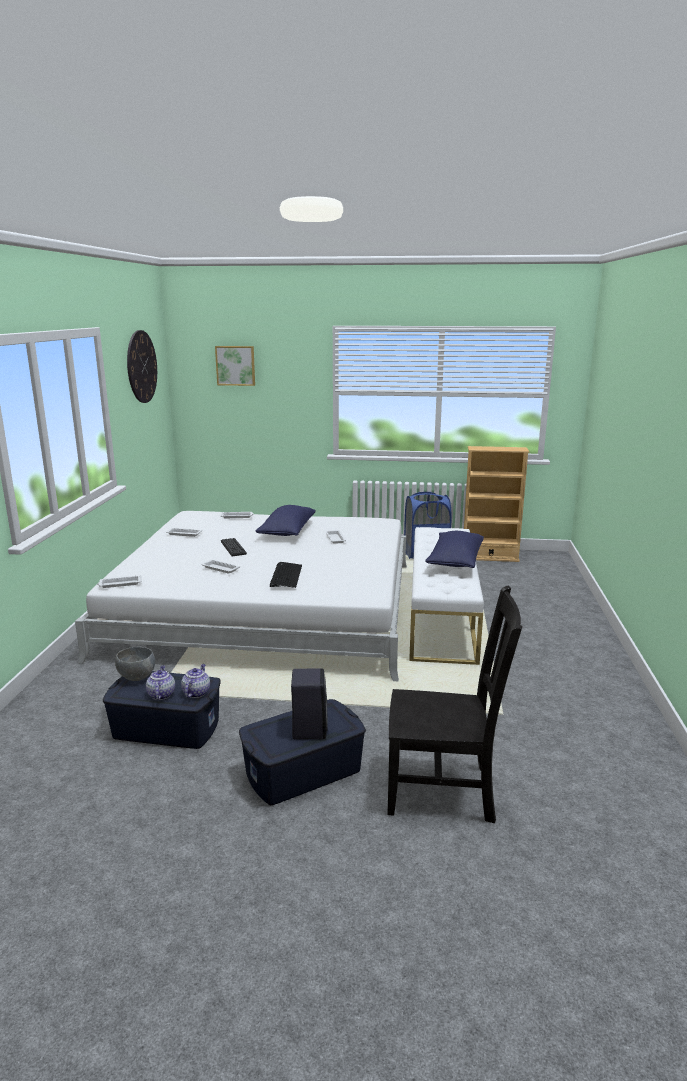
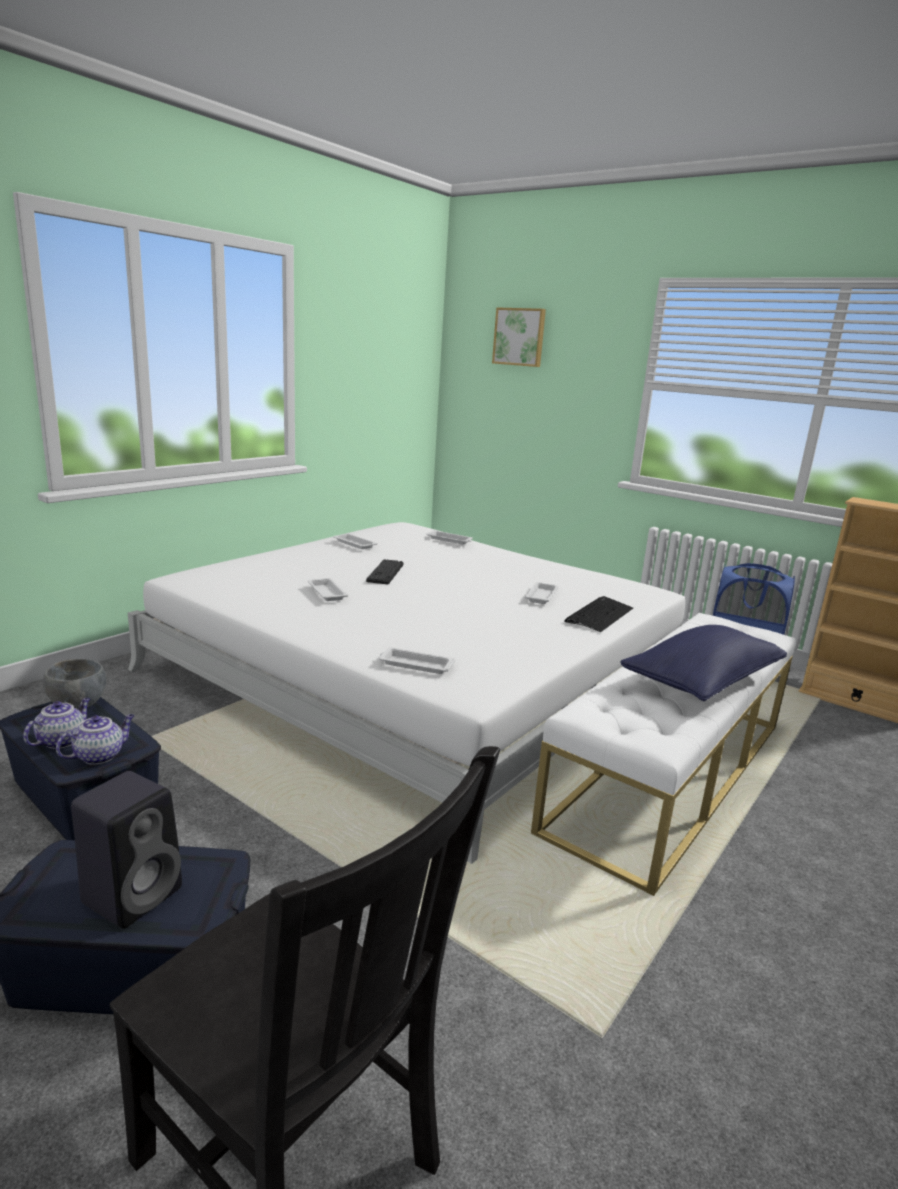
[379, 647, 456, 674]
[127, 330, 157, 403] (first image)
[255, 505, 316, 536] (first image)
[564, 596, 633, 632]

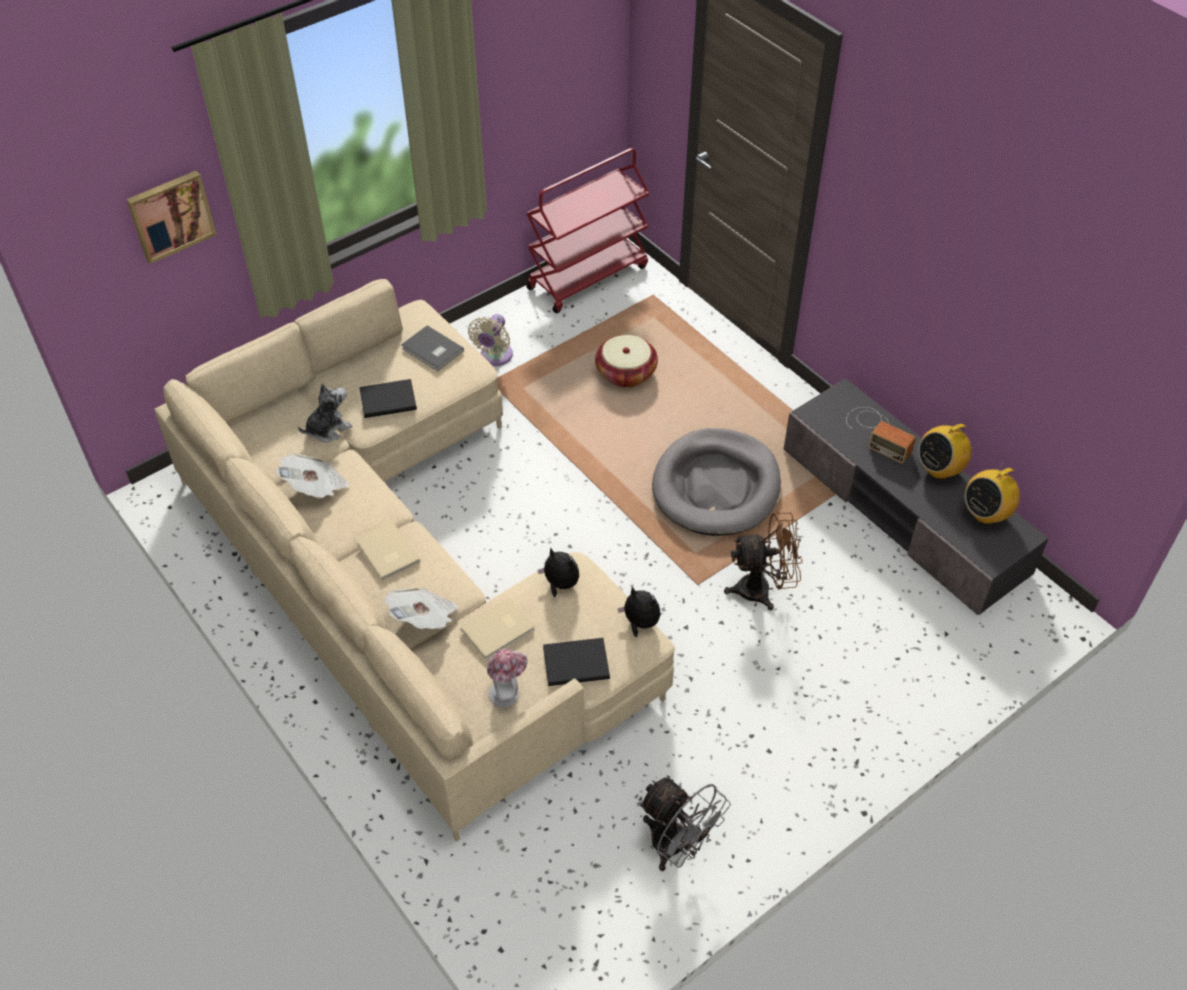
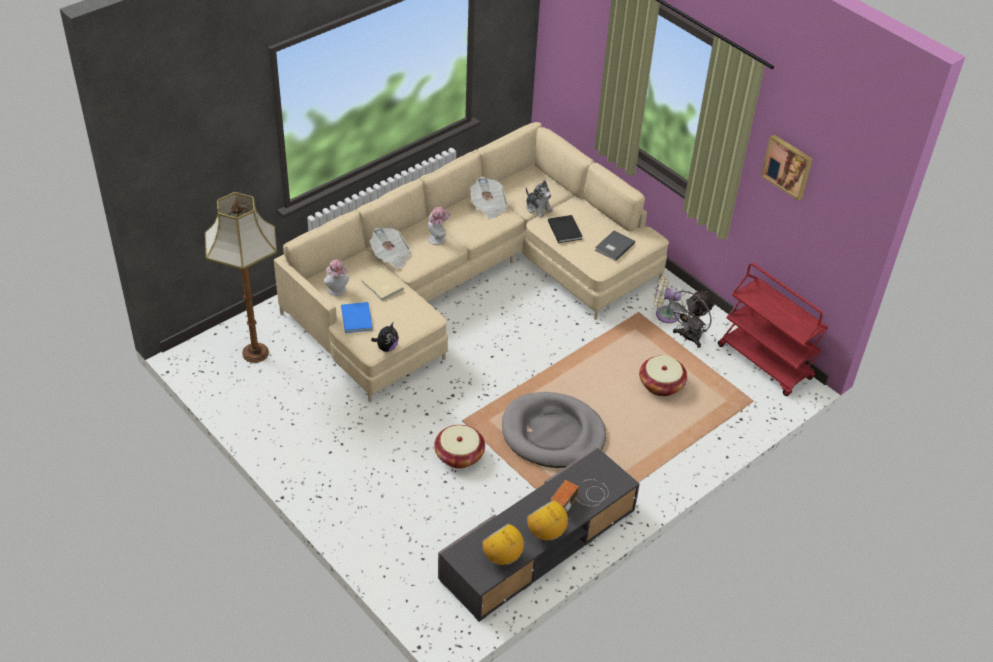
[761, 135, 813, 201]
[428, 207, 450, 245]
[538, 547, 579, 597] (first image)
[341, 302, 373, 333]
[666, 290, 715, 348]
[434, 425, 485, 469]
[205, 192, 277, 363]

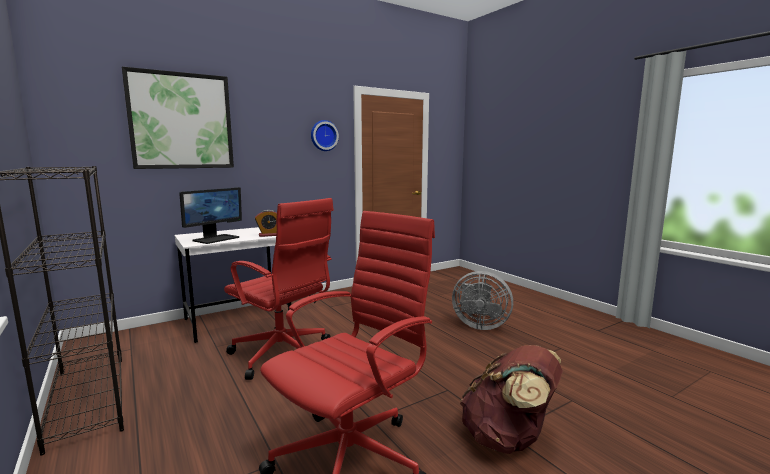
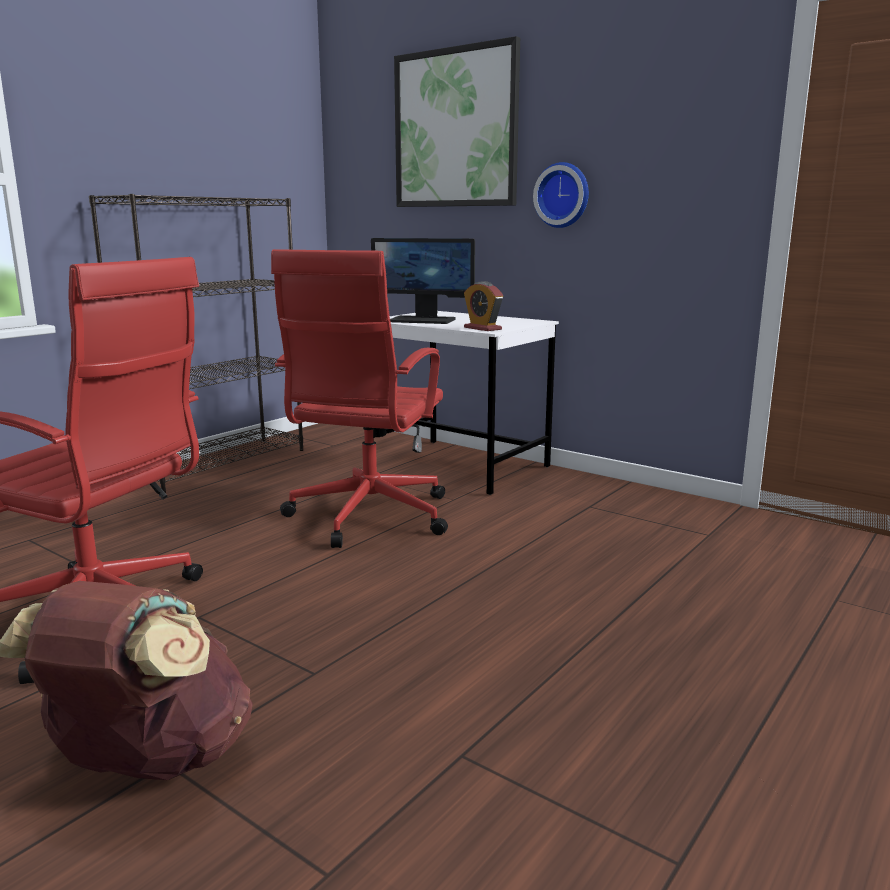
[533, 162, 589, 228]
[452, 271, 513, 330] (first image)

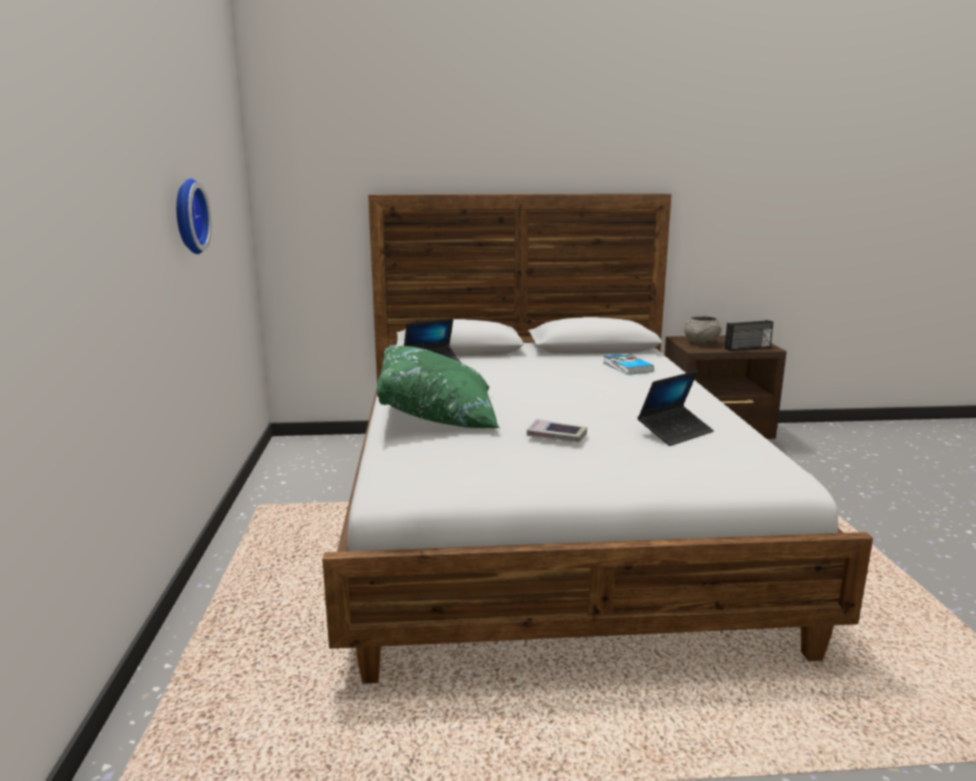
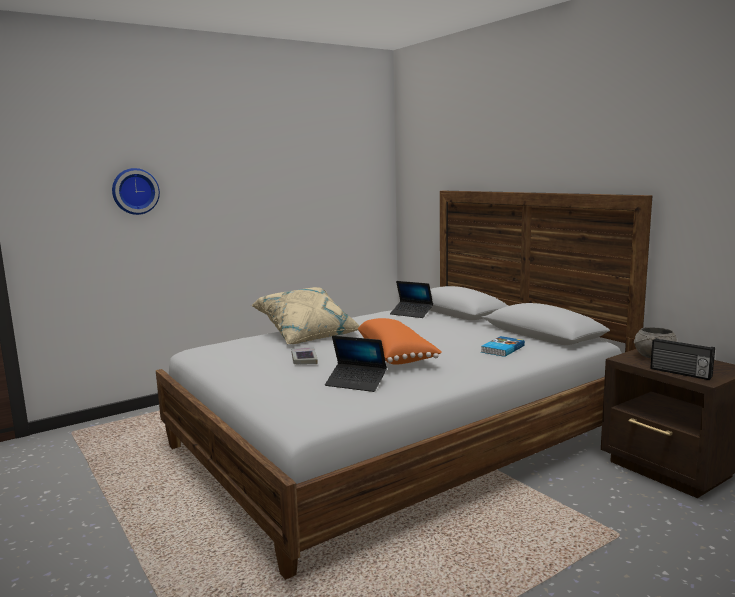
[112, 168, 160, 215]
[251, 287, 360, 344]
[358, 318, 442, 365]

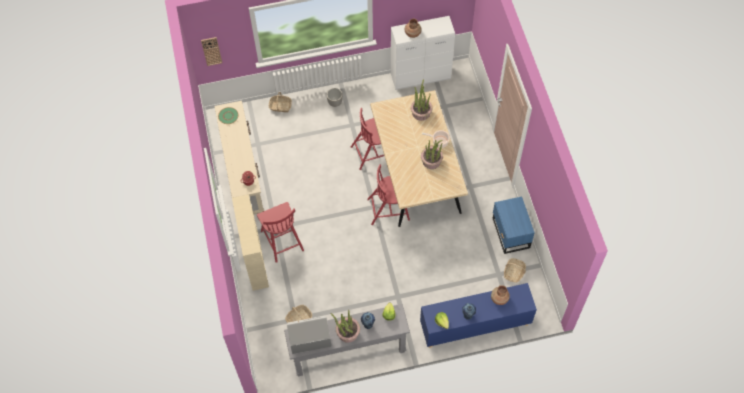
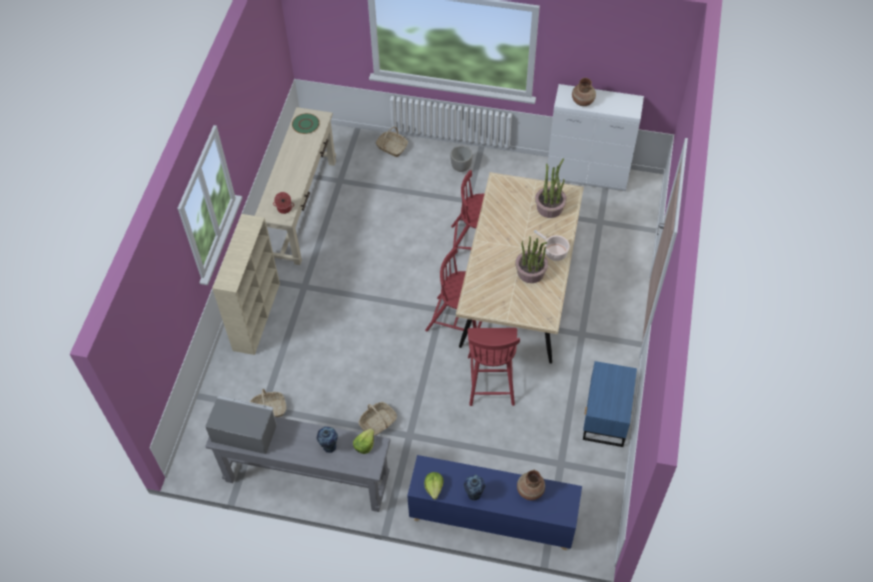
[201, 37, 222, 66] (first image)
[467, 328, 520, 406]
[331, 310, 360, 343] (first image)
[359, 402, 397, 436]

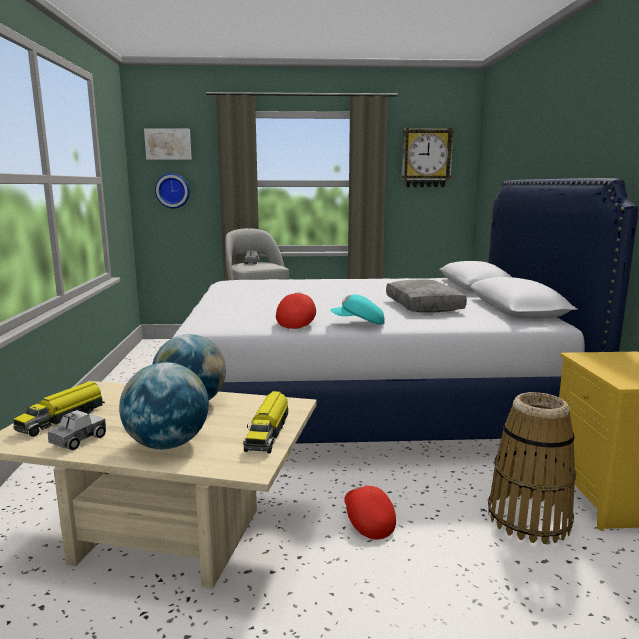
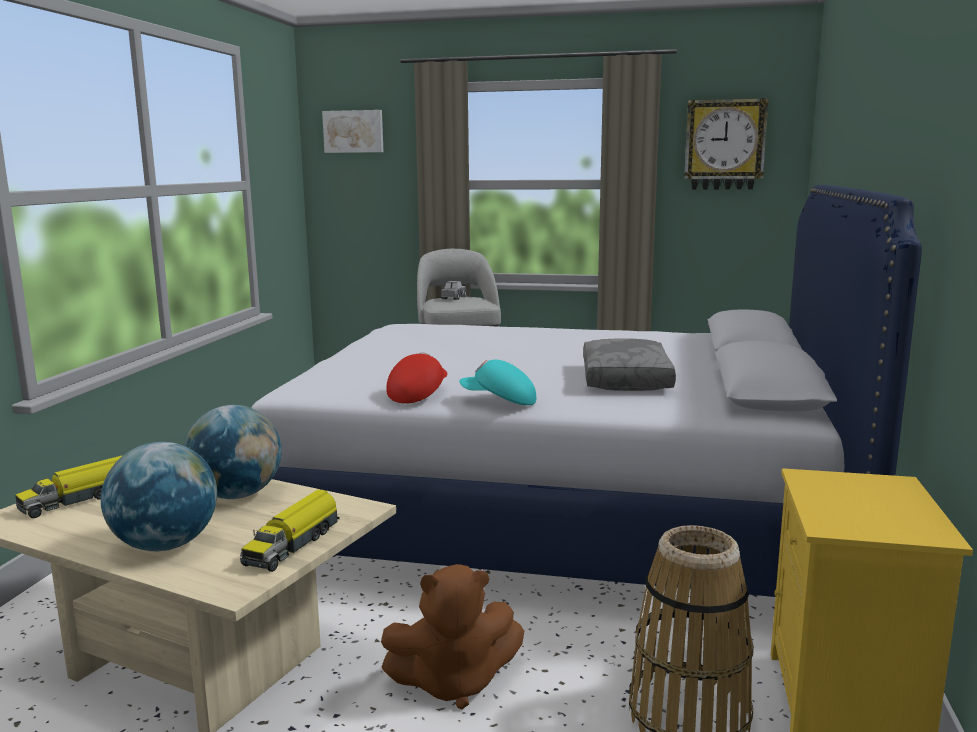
[48, 410, 106, 450] (first image)
[155, 173, 190, 208] (first image)
[381, 564, 524, 709]

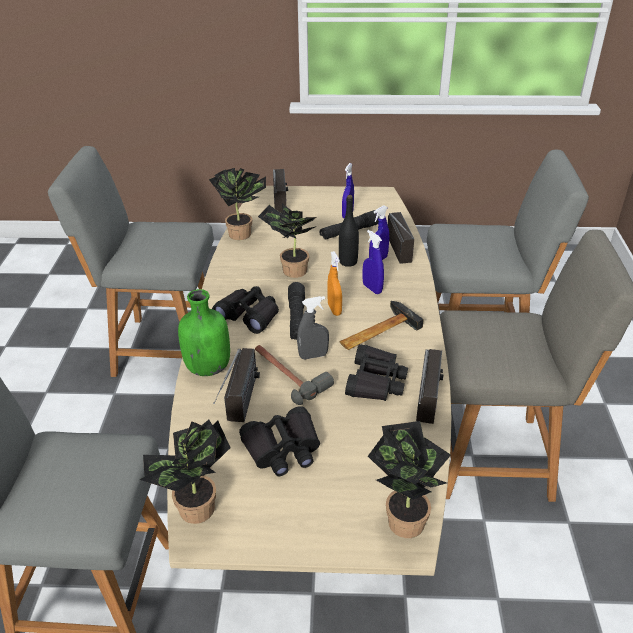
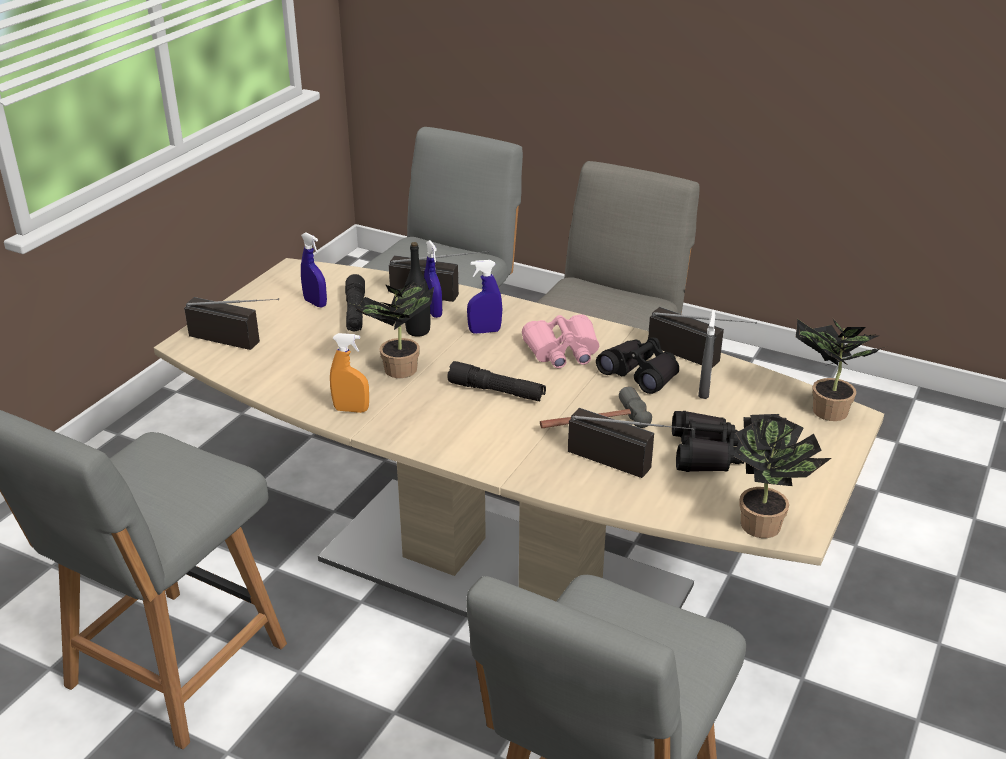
[178, 289, 230, 376] (first image)
[209, 168, 266, 240] (first image)
[212, 286, 279, 334] (first image)
[698, 310, 715, 399]
[330, 333, 369, 413]
[522, 314, 599, 368]

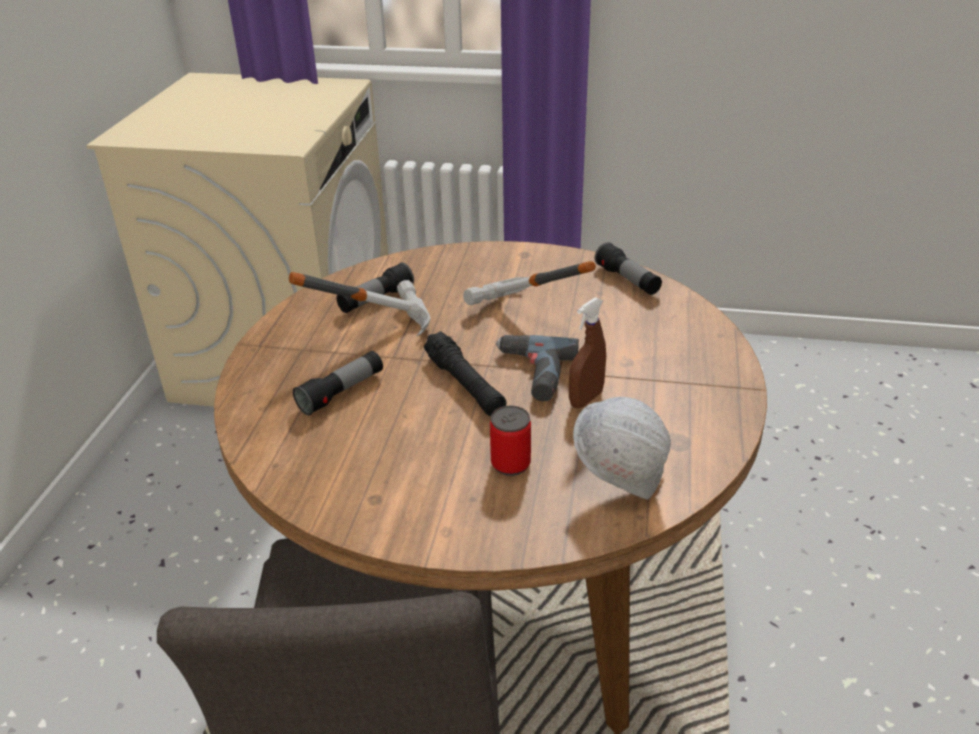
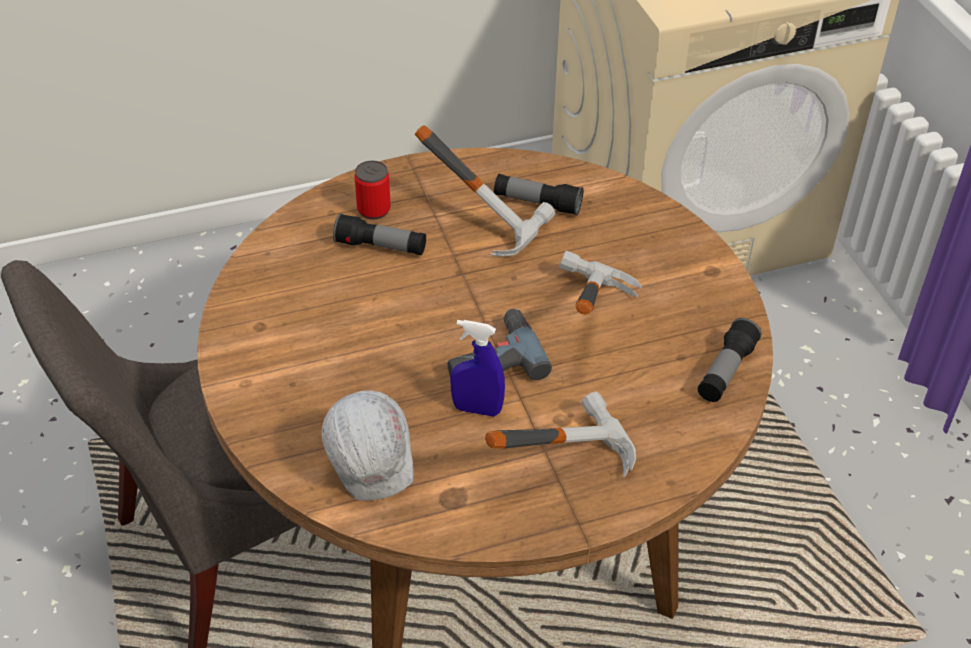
[424, 331, 506, 416] (first image)
[354, 161, 391, 220]
[450, 320, 505, 417]
[485, 391, 636, 477]

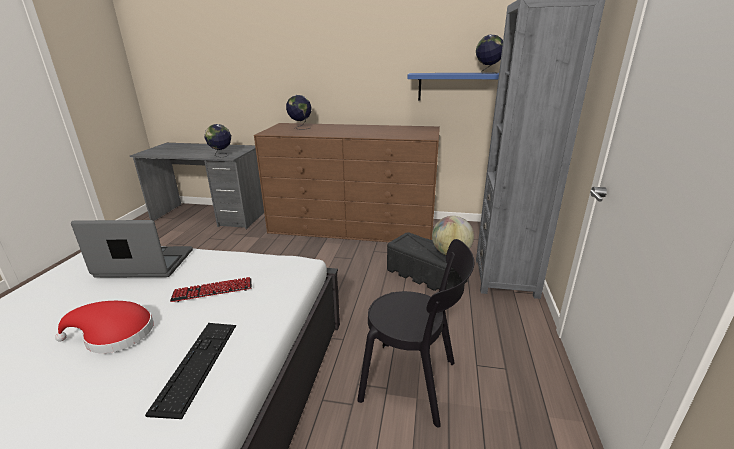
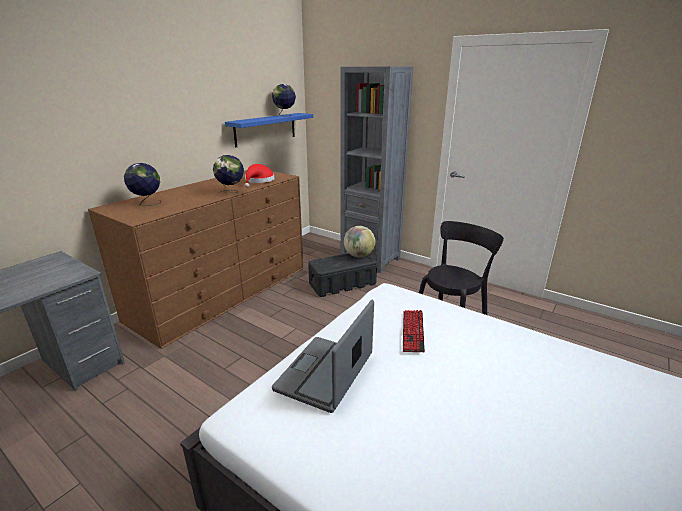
[245, 164, 274, 188]
[145, 323, 236, 419] (first image)
[213, 155, 244, 193]

